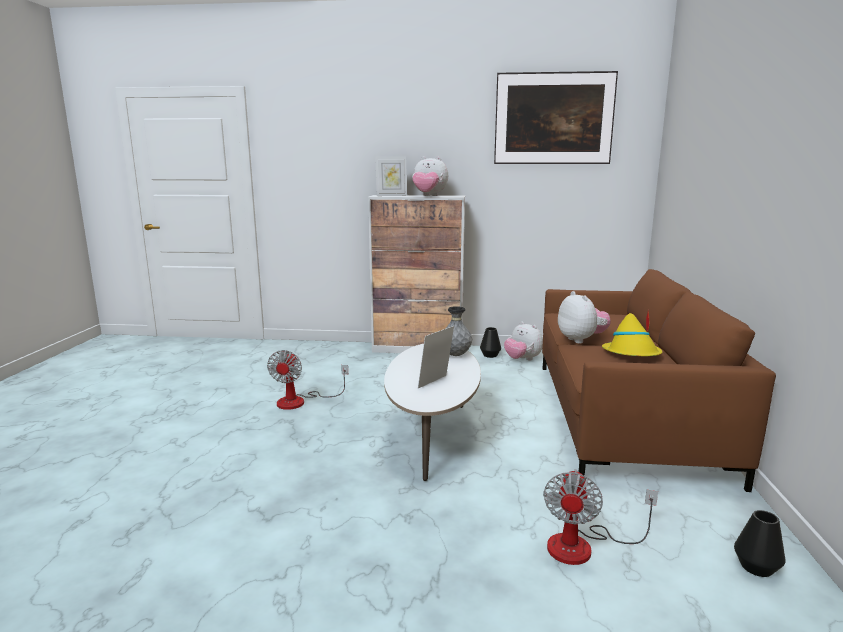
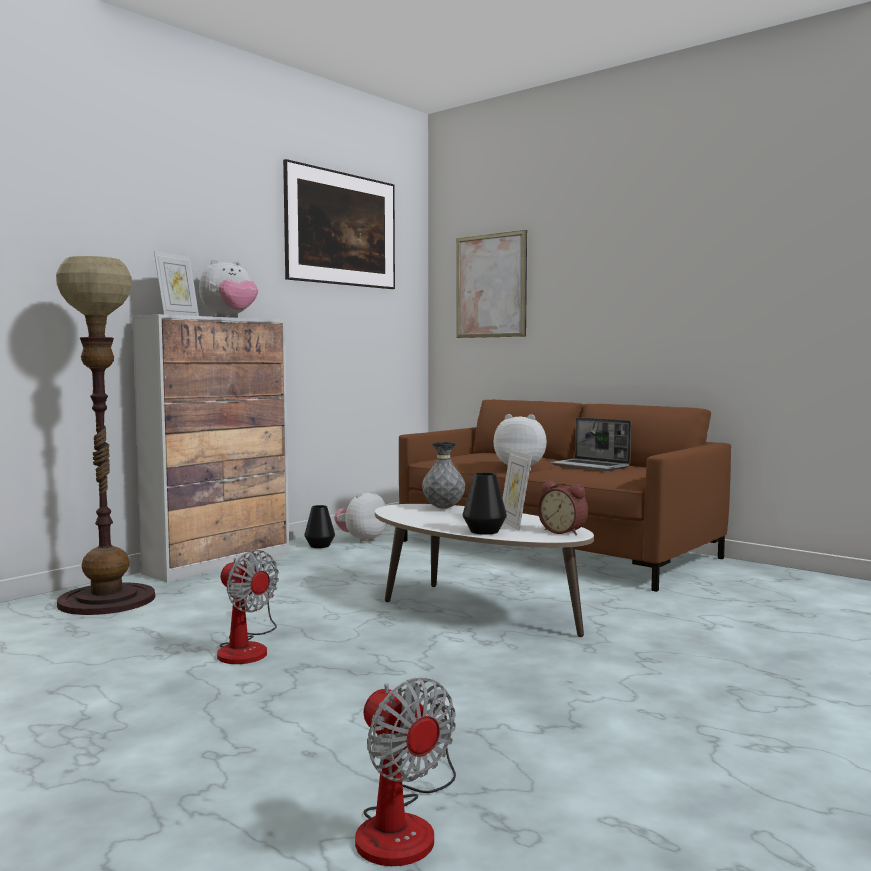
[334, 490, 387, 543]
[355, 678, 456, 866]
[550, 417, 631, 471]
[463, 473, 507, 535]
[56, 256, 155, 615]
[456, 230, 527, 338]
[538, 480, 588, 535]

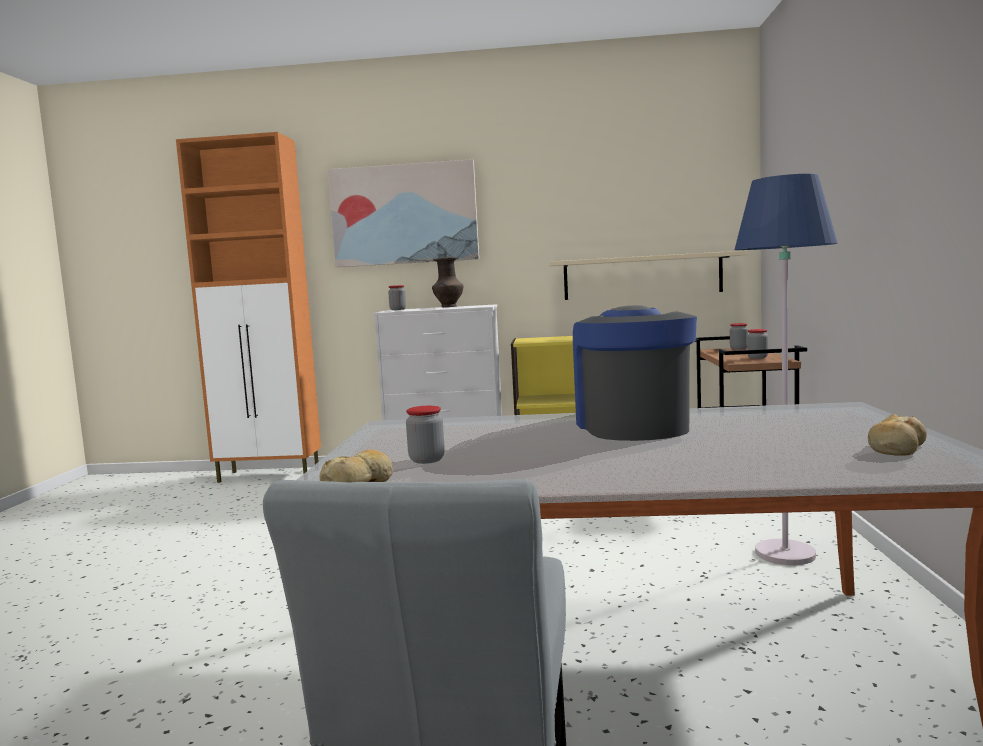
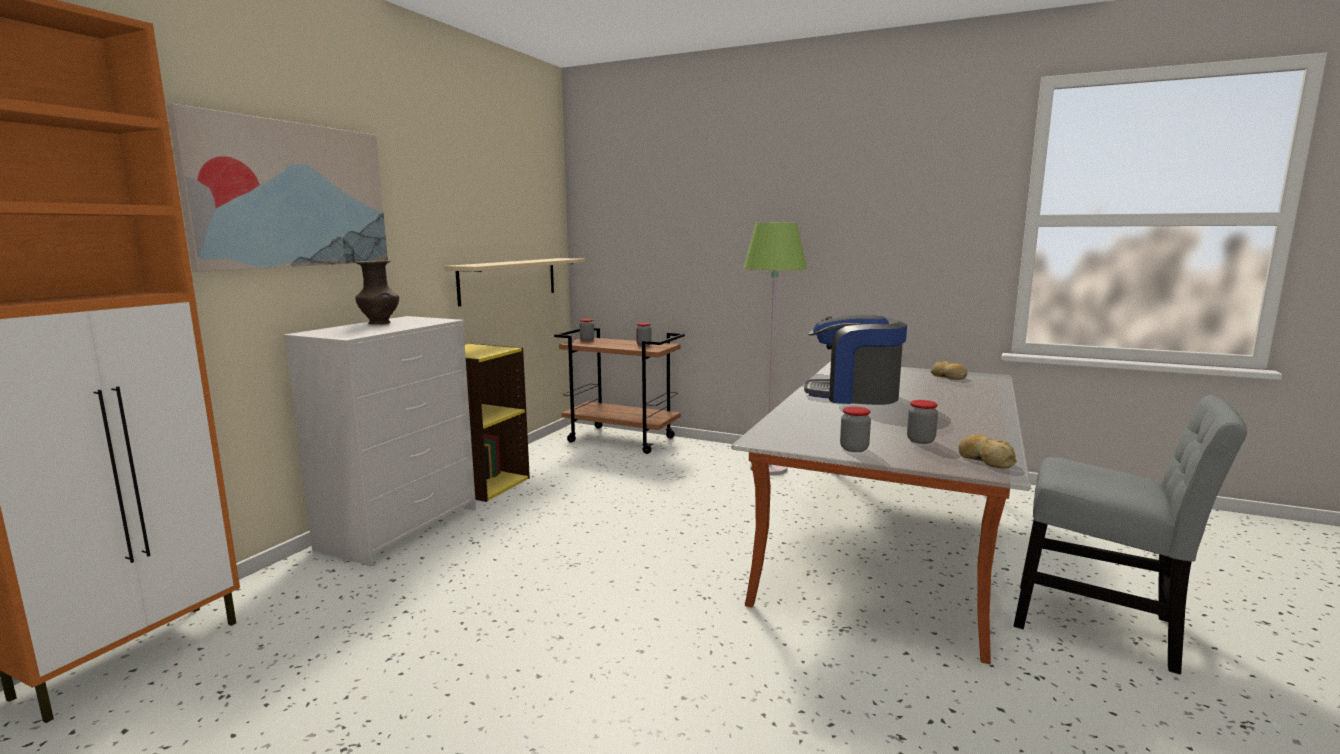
[840, 406, 871, 452]
[743, 223, 807, 475]

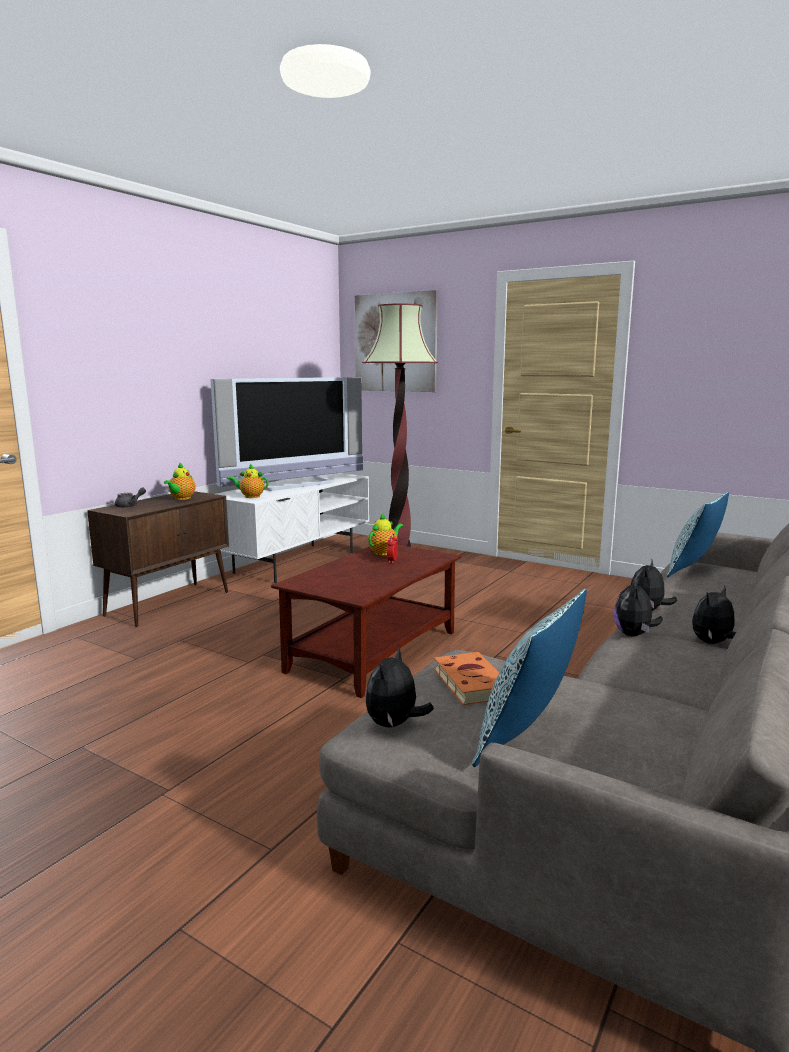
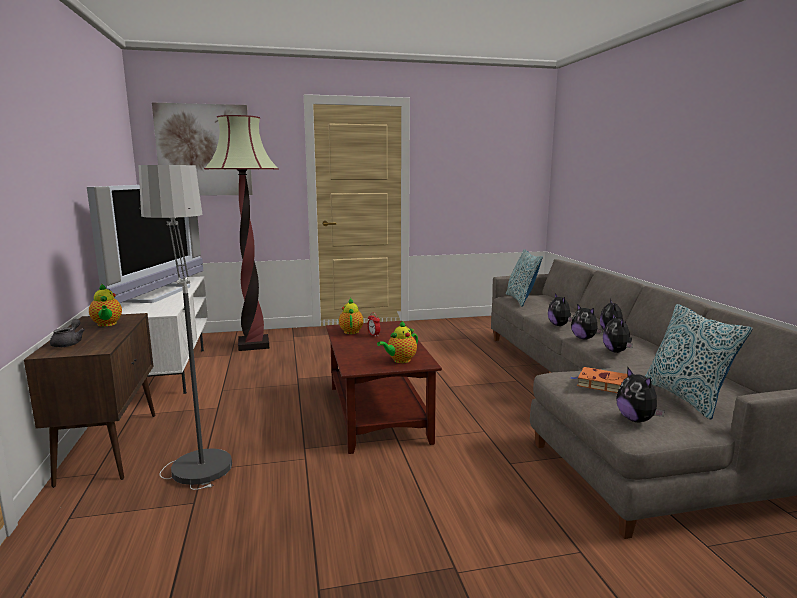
[377, 320, 418, 363]
[139, 165, 232, 490]
[603, 313, 633, 353]

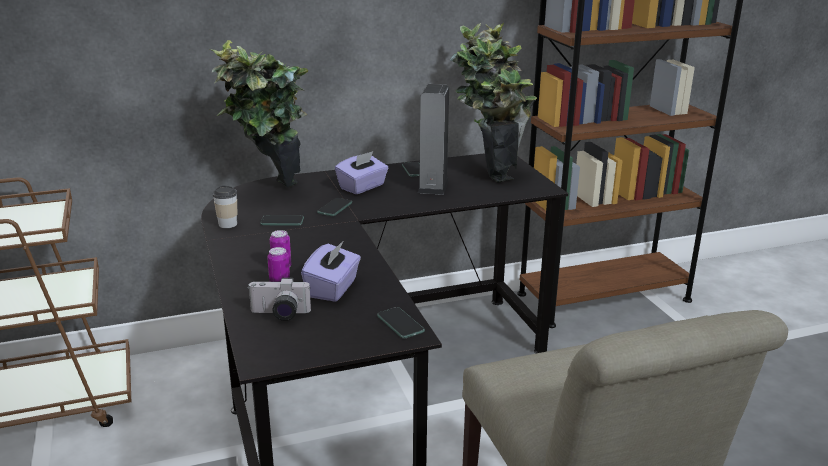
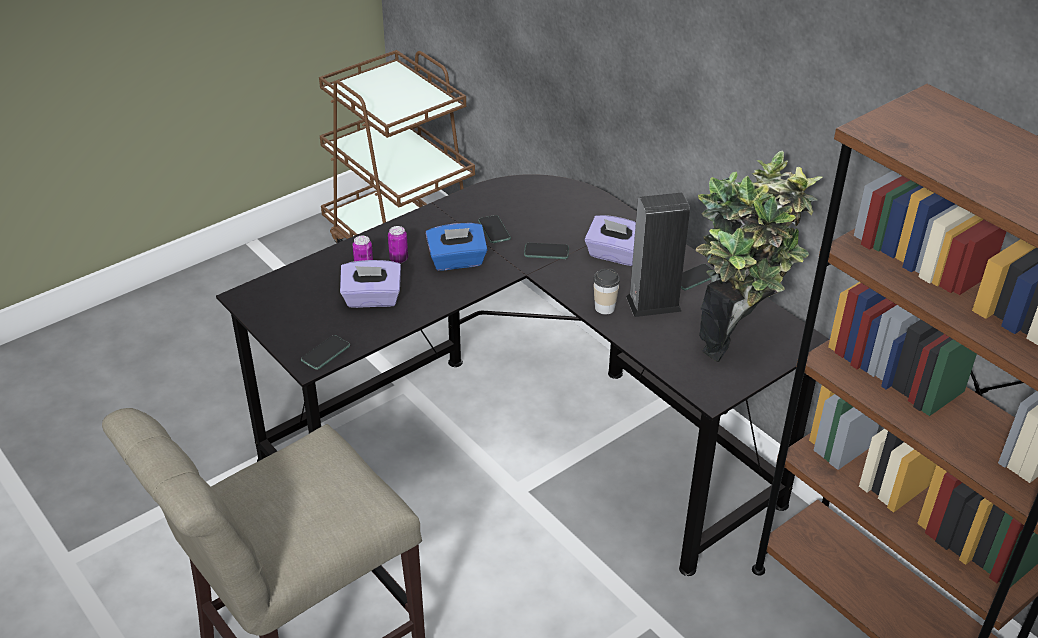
[210, 40, 308, 188] (first image)
[593, 269, 620, 314]
[248, 278, 311, 321] (first image)
[426, 223, 488, 271]

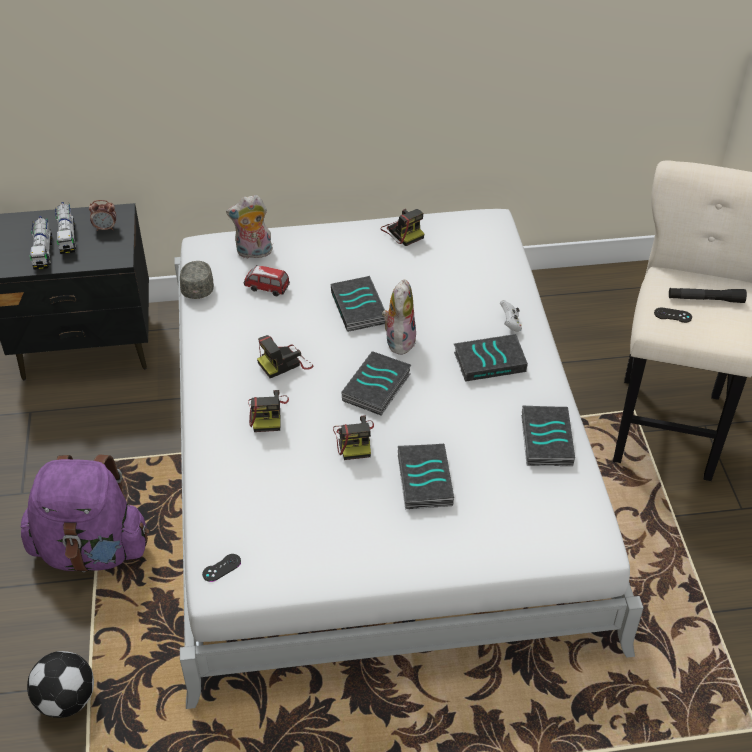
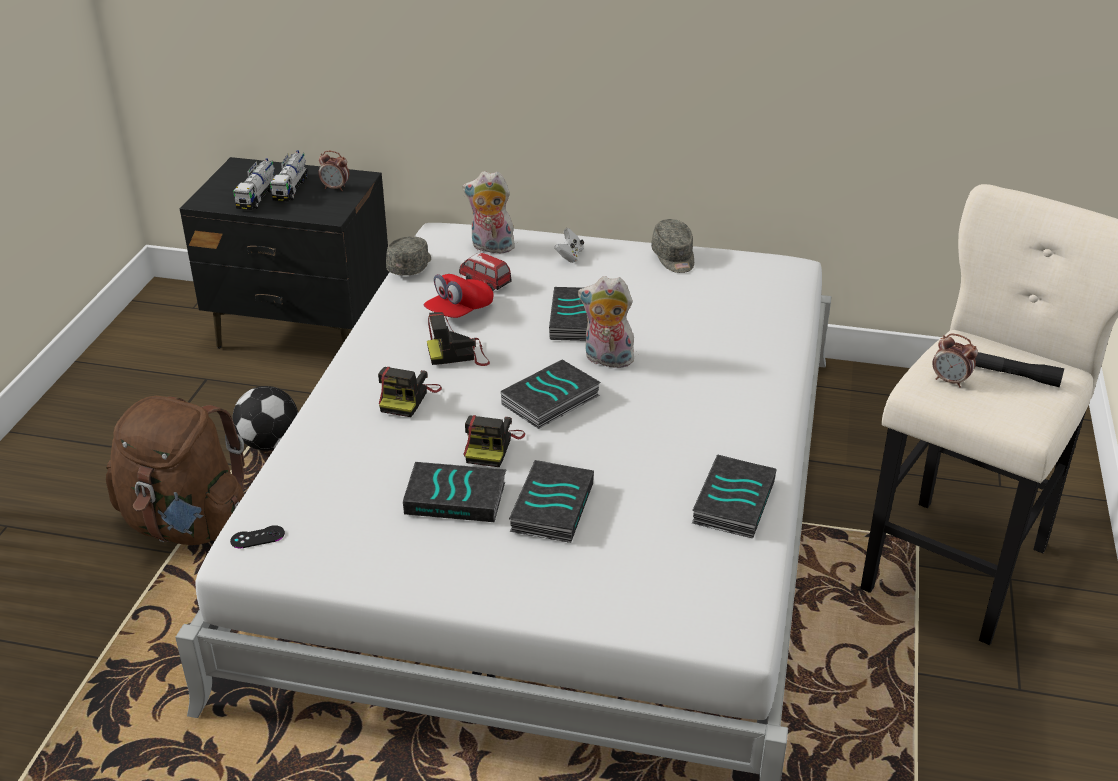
[106, 396, 245, 545]
[232, 386, 298, 450]
[651, 219, 694, 273]
[578, 276, 637, 368]
[403, 462, 507, 522]
[554, 228, 584, 263]
[932, 334, 978, 388]
[424, 274, 493, 318]

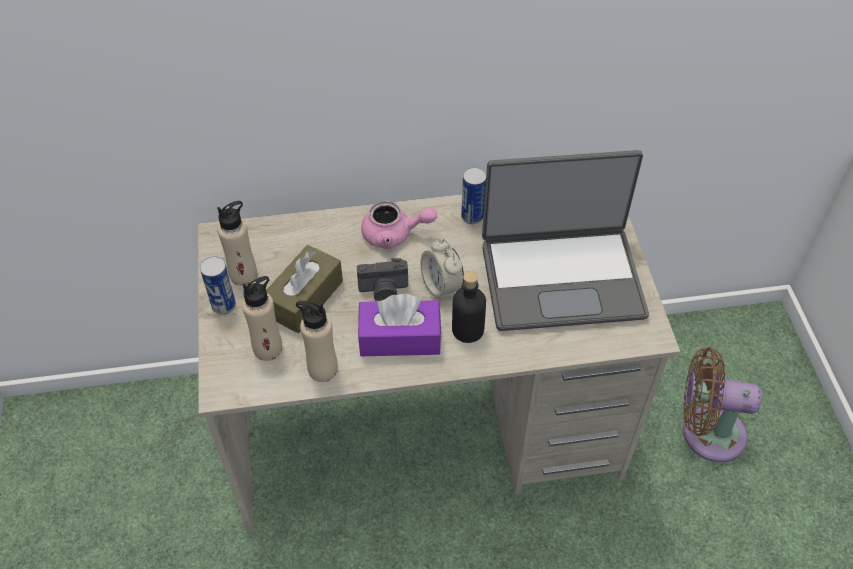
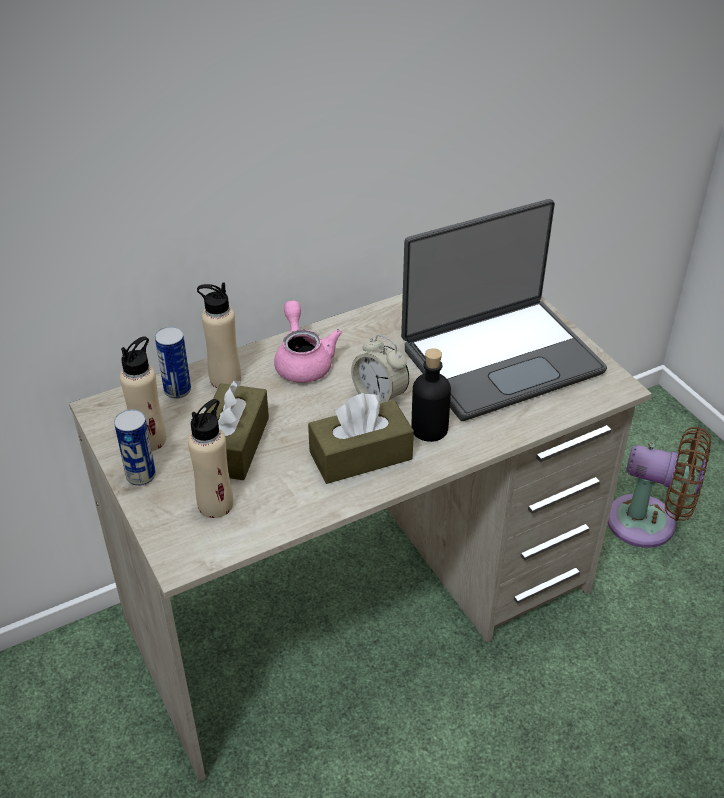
[197, 283, 241, 388]
[357, 258, 408, 302] (first image)
[308, 393, 414, 484]
[274, 301, 342, 383]
[155, 327, 191, 399]
[608, 427, 711, 548]

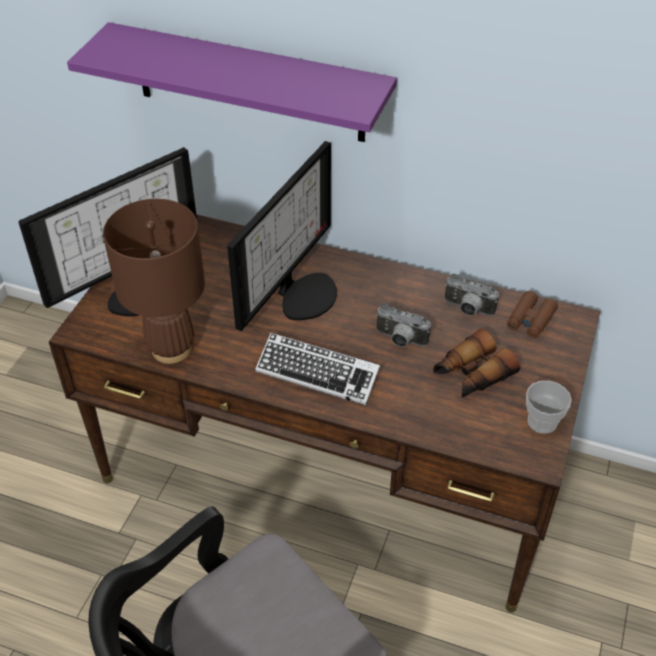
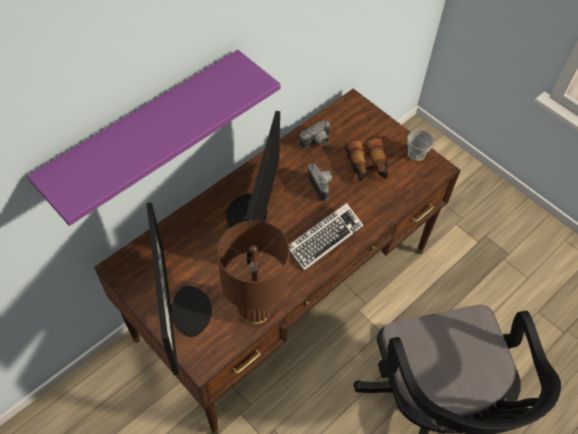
[226, 111, 280, 264]
[308, 164, 332, 202]
[507, 291, 558, 338] (first image)

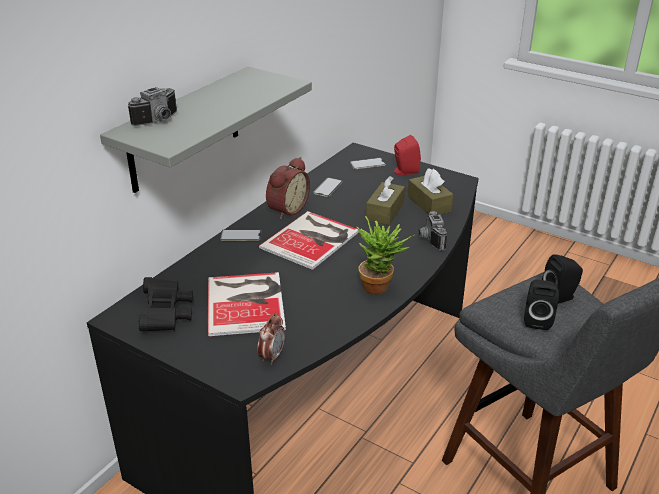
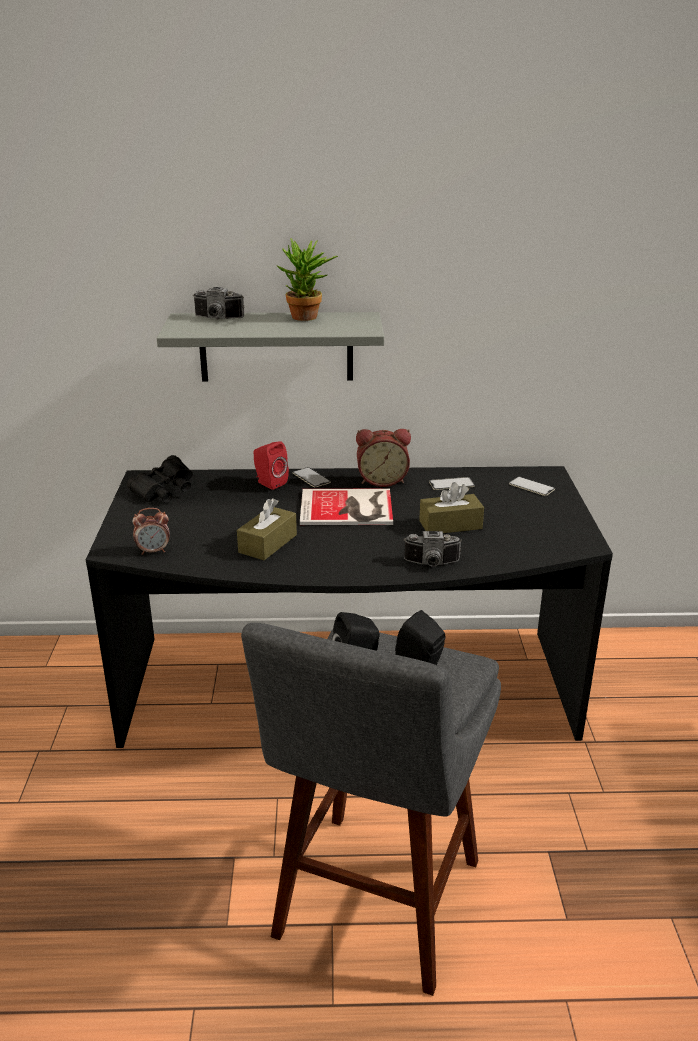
[208, 272, 286, 336] (first image)
[276, 239, 338, 321]
[254, 441, 289, 490]
[237, 498, 297, 560]
[404, 531, 462, 567]

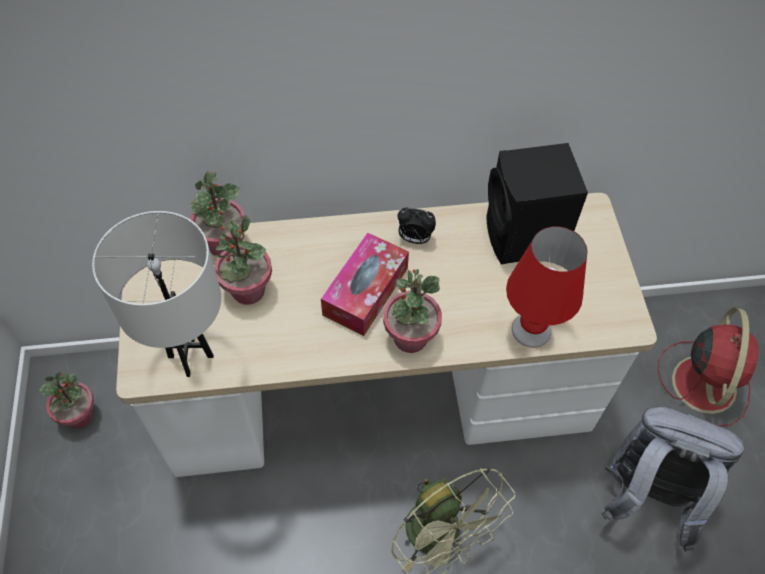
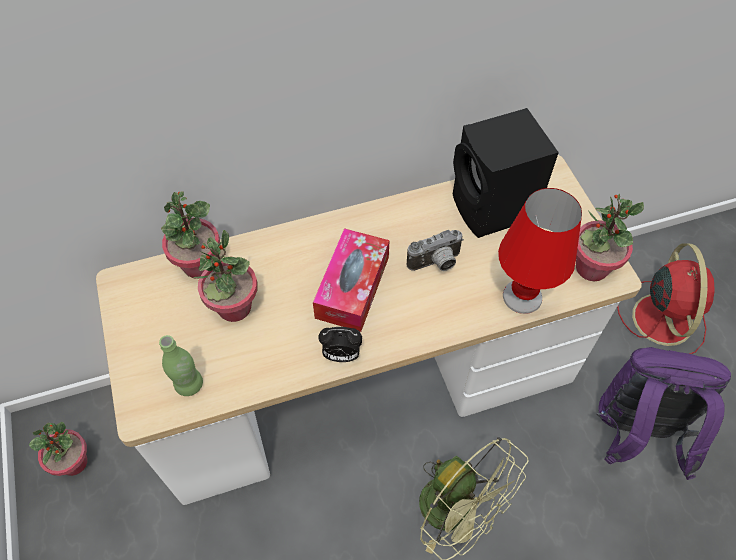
[159, 335, 203, 396]
[576, 194, 644, 281]
[318, 327, 362, 362]
[596, 347, 731, 480]
[407, 230, 464, 271]

